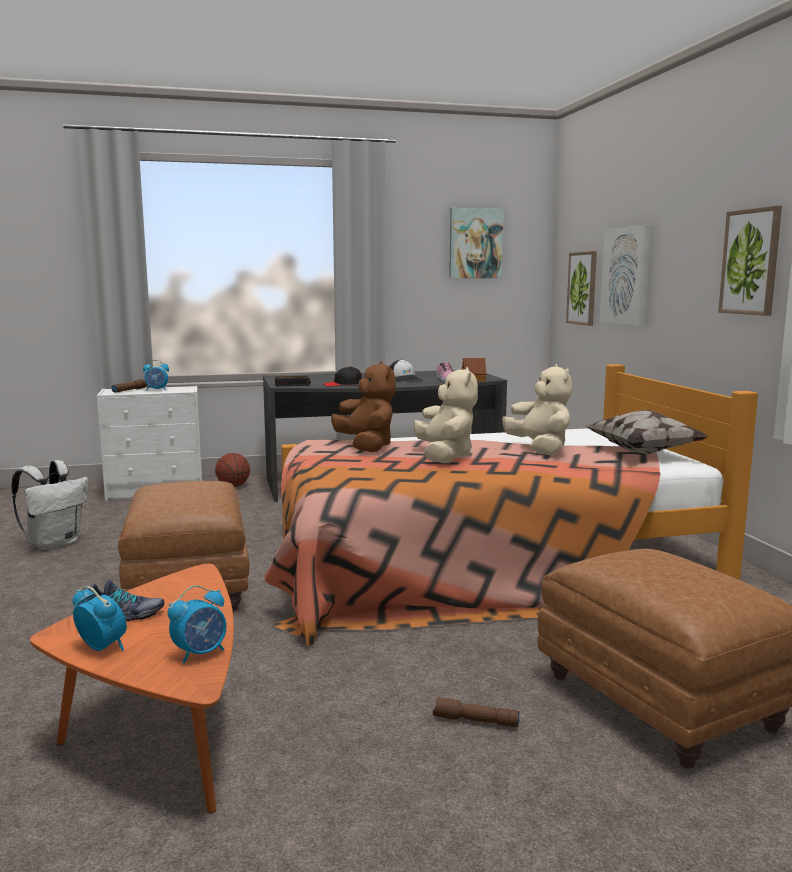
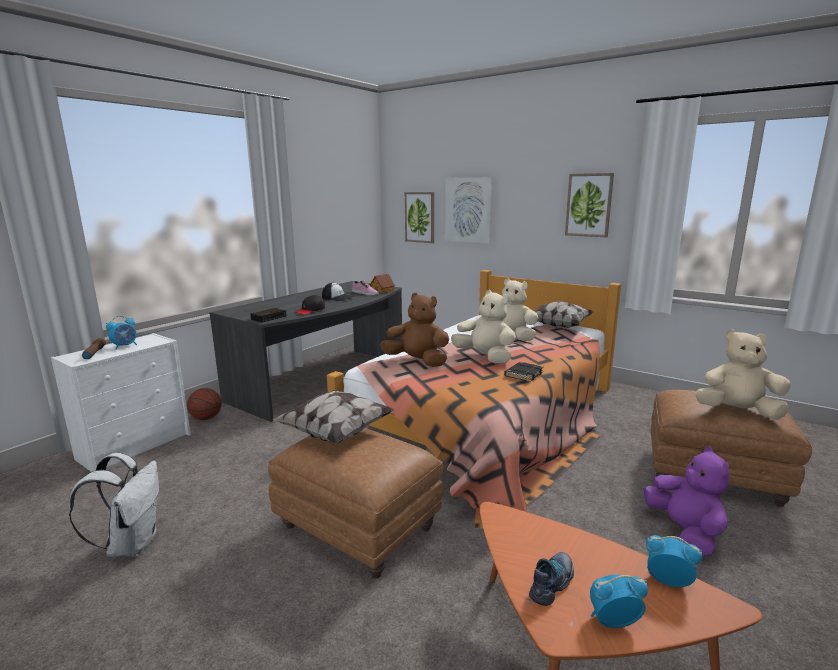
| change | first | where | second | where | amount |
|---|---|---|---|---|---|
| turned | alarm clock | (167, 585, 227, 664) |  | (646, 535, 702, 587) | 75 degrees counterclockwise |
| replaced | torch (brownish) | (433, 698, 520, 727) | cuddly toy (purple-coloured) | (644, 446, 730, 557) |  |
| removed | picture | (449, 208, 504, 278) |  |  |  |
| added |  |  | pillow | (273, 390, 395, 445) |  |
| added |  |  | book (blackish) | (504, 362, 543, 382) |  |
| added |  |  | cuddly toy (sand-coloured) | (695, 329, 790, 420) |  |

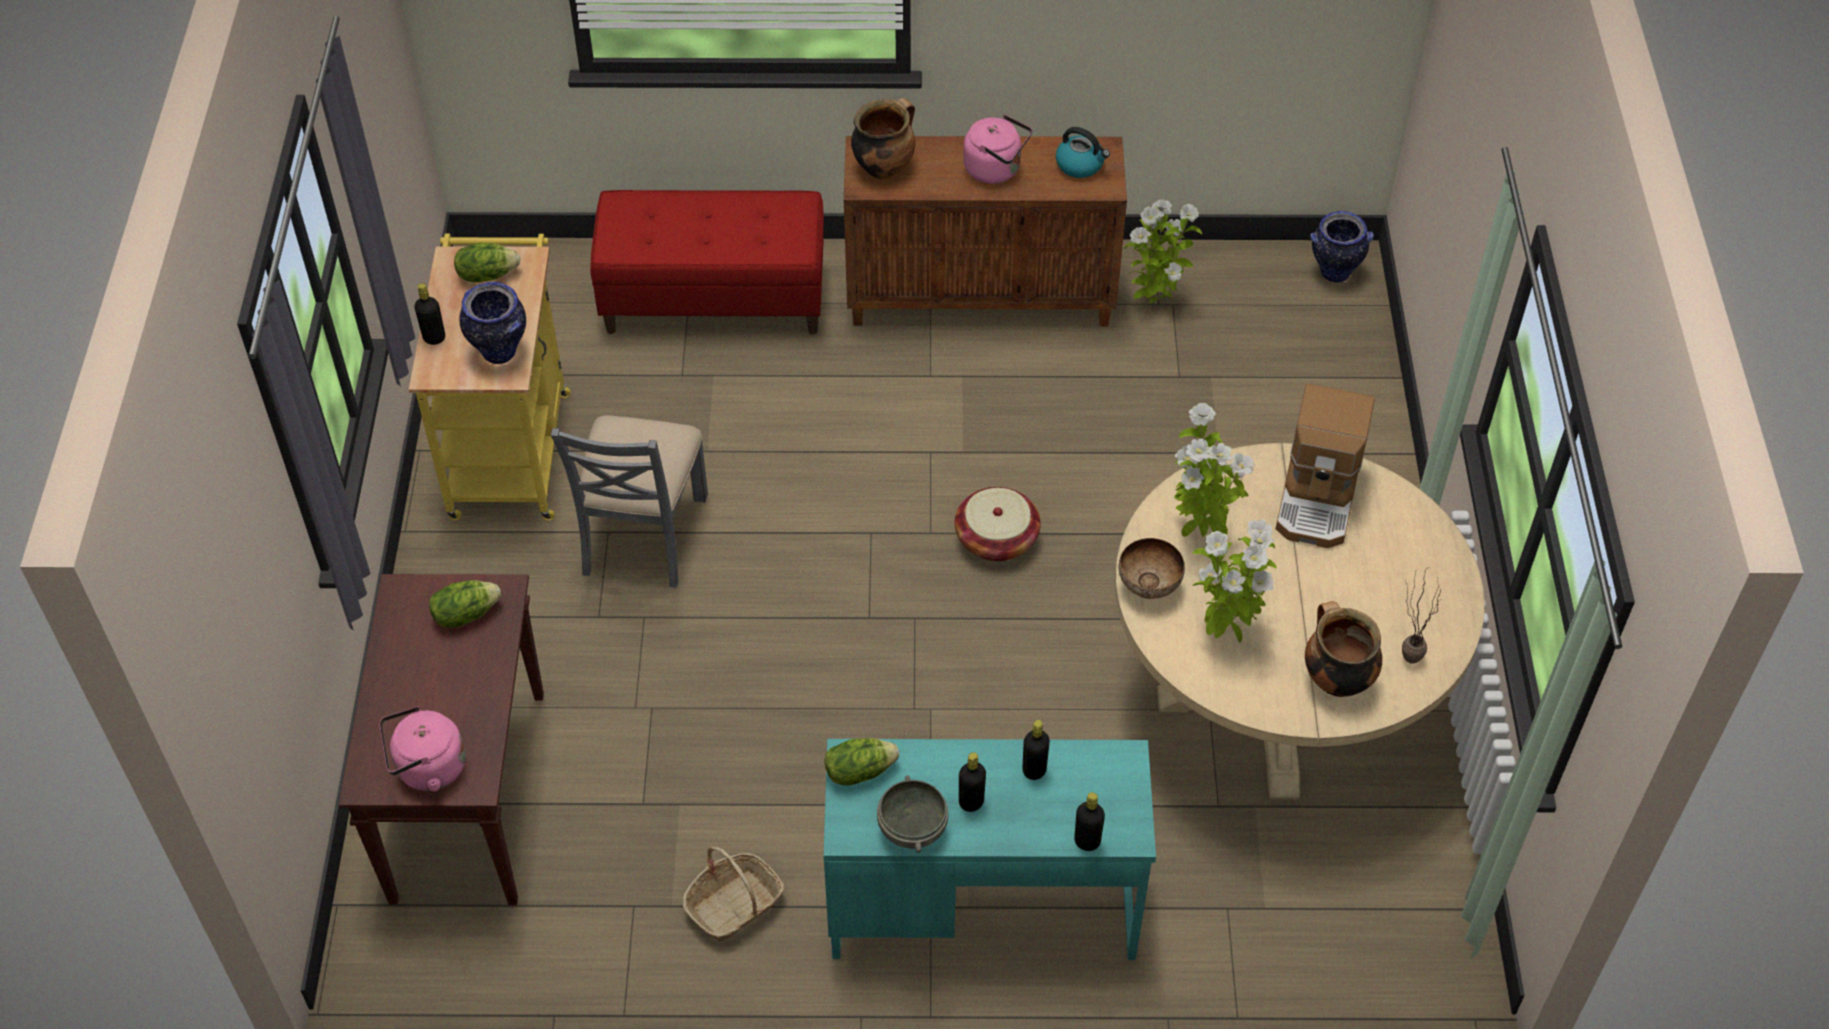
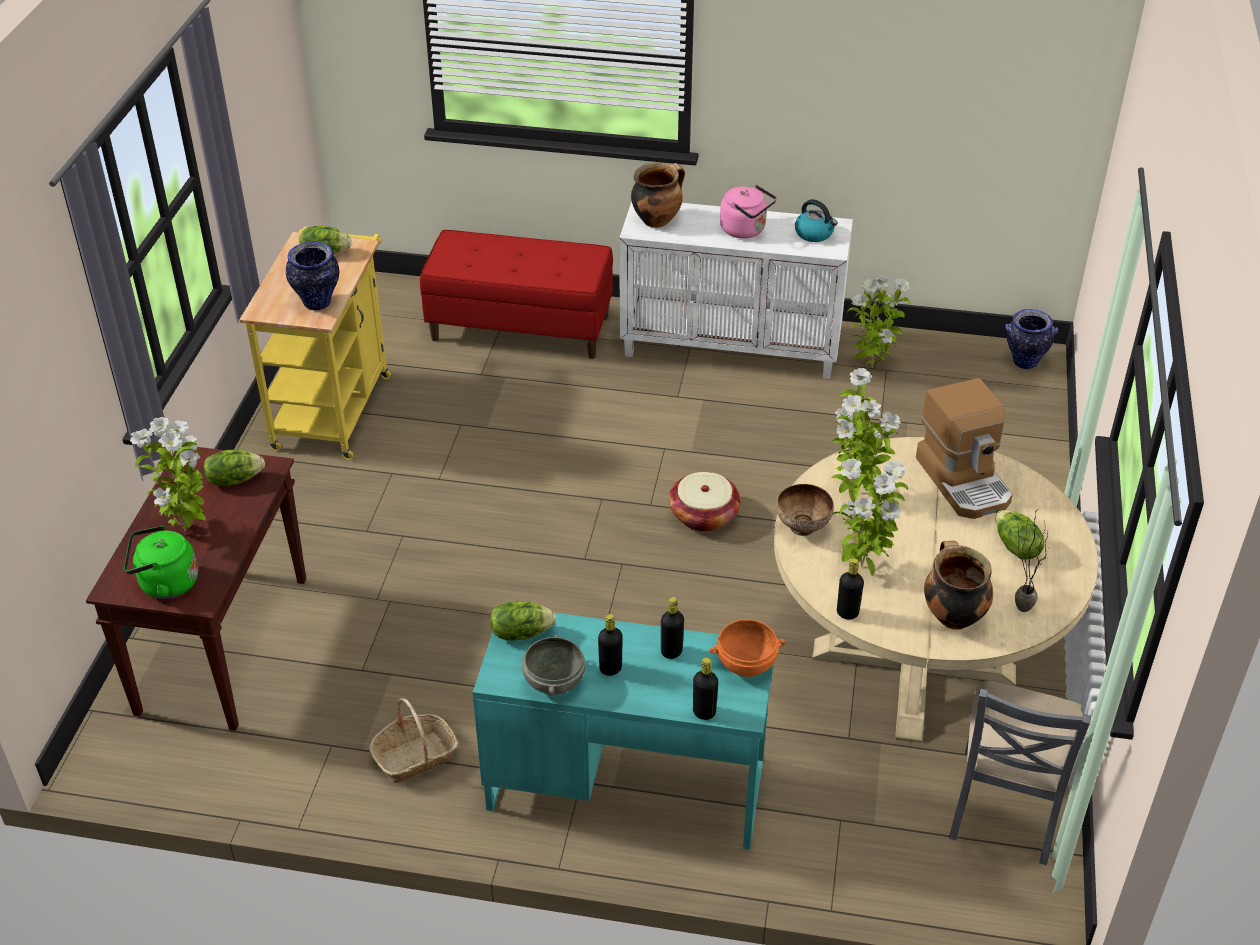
| change | first | where | second | where | amount |
|---|---|---|---|---|---|
| recoloured | kettle (pink) | (380, 706, 465, 792) | kettle (greenish) | (124, 526, 198, 599) |  |
| moved | bottle (blackish) | (414, 283, 445, 345) |  | (837, 558, 864, 620) |  |
| moved | upright chair (grey) | (551, 415, 708, 588) |  | (949, 681, 1091, 865) |  |
| recoloured | cupboard (brownish) | (844, 136, 1127, 326) | cupboard (white) | (619, 202, 853, 379) |  |
| turned | coffee machine | (1275, 384, 1375, 548) |  | (916, 378, 1013, 519) | 45 degrees counterclockwise |
| added |  |  | houseplant | (130, 417, 206, 531) |  |
| added |  |  | bowl (orangey) | (710, 620, 785, 677) |  |
| added |  |  | head of lettuce | (996, 510, 1044, 560) |  |

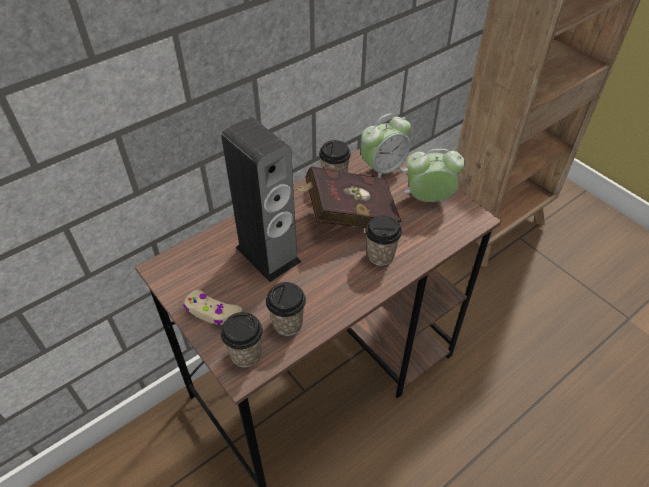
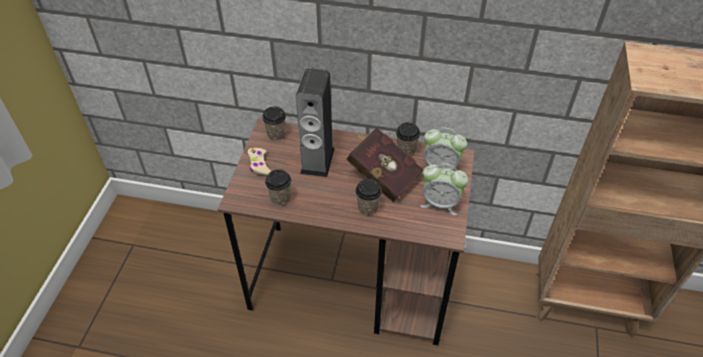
| change | first | where | second | where | amount |
|---|---|---|---|---|---|
| moved | cup | (221, 312, 263, 367) |  | (262, 106, 286, 141) |  |
| turned | alarm clock | (404, 149, 465, 202) |  | (420, 163, 468, 216) | 150 degrees clockwise |

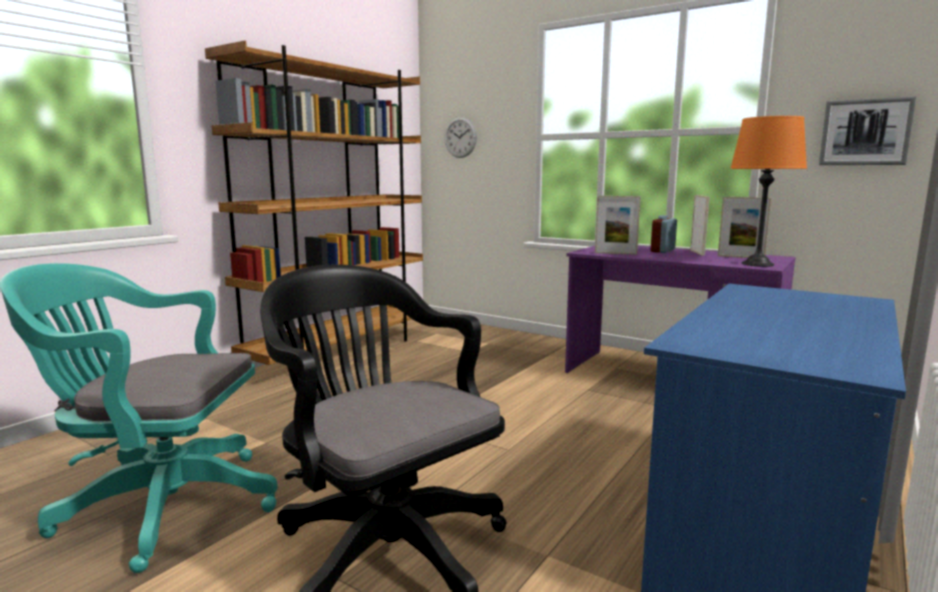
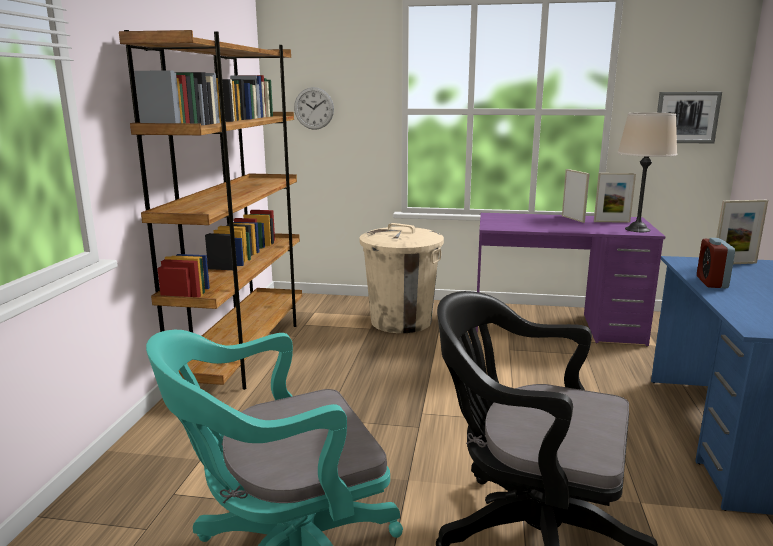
| change | first | where | second | where | amount |
|---|---|---|---|---|---|
| moved | photo frame | (595, 196, 641, 255) |  | (717, 200, 768, 264) |  |
| moved | alarm clock | (651, 215, 677, 253) |  | (697, 238, 735, 288) |  |
| recoloured | lamp for a table (orangey) | (730, 116, 807, 267) | lamp for a table (sand-coloured) | (617, 112, 677, 232) |  |
| added |  |  | waste bin (sand-coloured) | (359, 223, 444, 333) |  |

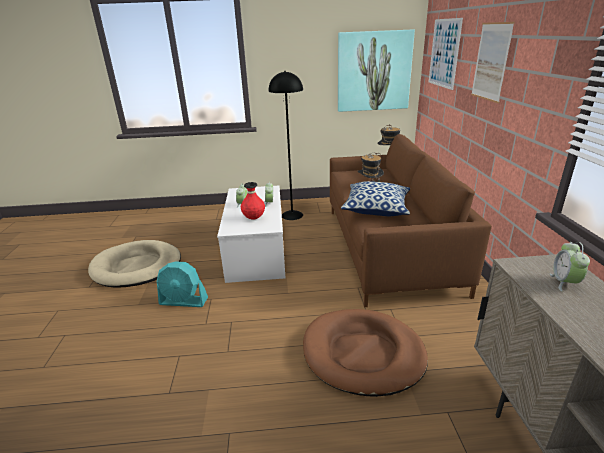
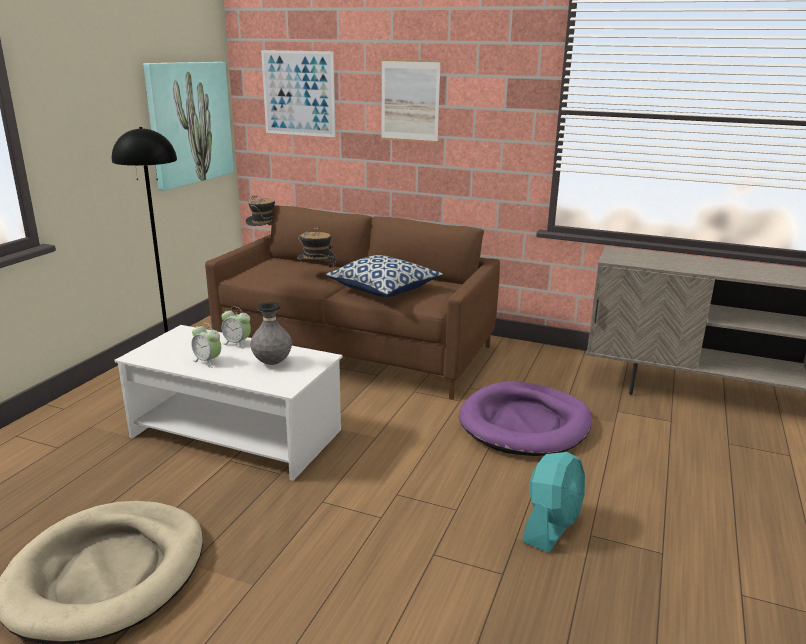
| change | first | where | second | where | amount |
|---|---|---|---|---|---|
| moved | electric fan (blue-green) | (157, 262, 208, 307) |  | (523, 452, 585, 553) |  |
| recoloured | decorative vase (red-coloured) | (241, 182, 265, 220) | decorative vase (grey) | (250, 302, 292, 365) |  |
| recoloured | dog cushion (brownish) | (303, 309, 428, 397) | dog cushion (purple-coloured) | (459, 381, 592, 456) |  |
| removed | alarm clock | (550, 242, 590, 291) |  |  |  |

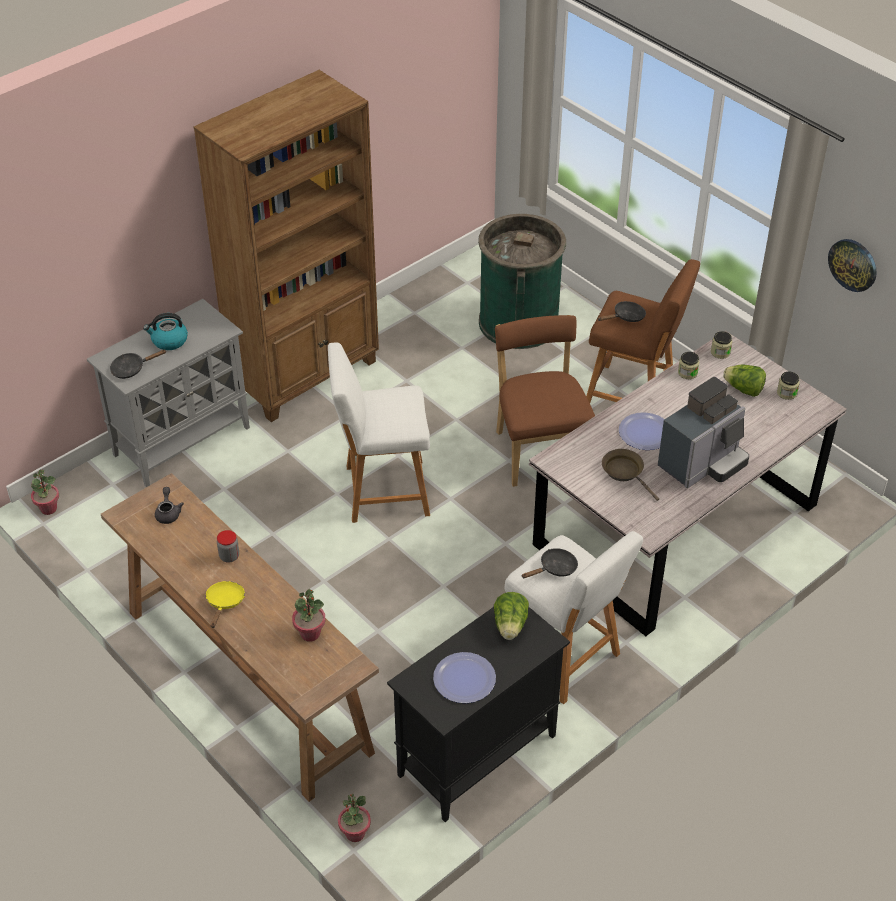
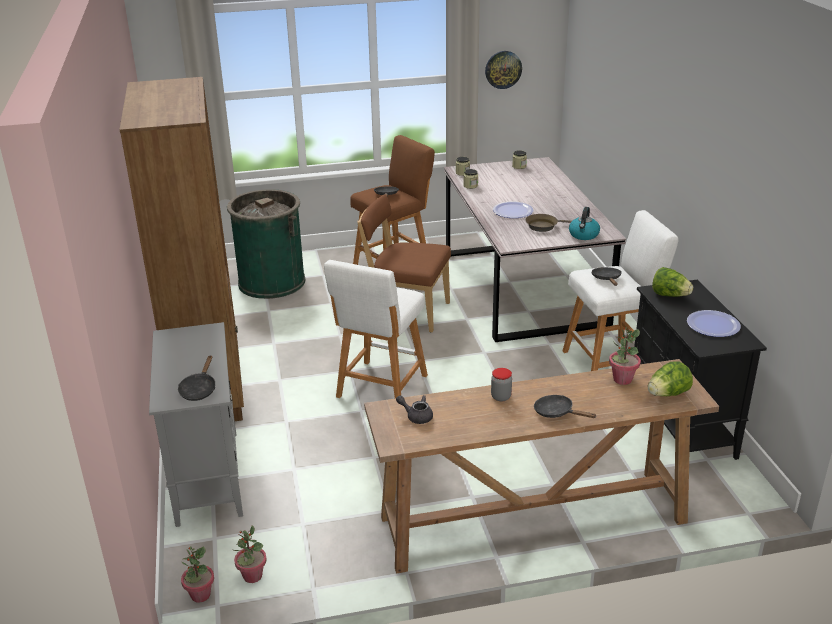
| change | first | where | second | where | amount |
|---|---|---|---|---|---|
| moved | kettle | (143, 313, 188, 350) |  | (569, 207, 600, 240) |  |
| recoloured | pan (yellowish) | (206, 581, 245, 628) | pan (blackish) | (534, 395, 597, 418) |  |
| moved | houseplant | (338, 794, 371, 842) |  | (234, 525, 267, 583) |  |
| removed | coffee machine | (658, 377, 749, 488) |  |  |  |
| moved | head of lettuce | (723, 365, 766, 397) |  | (648, 361, 693, 396) |  |

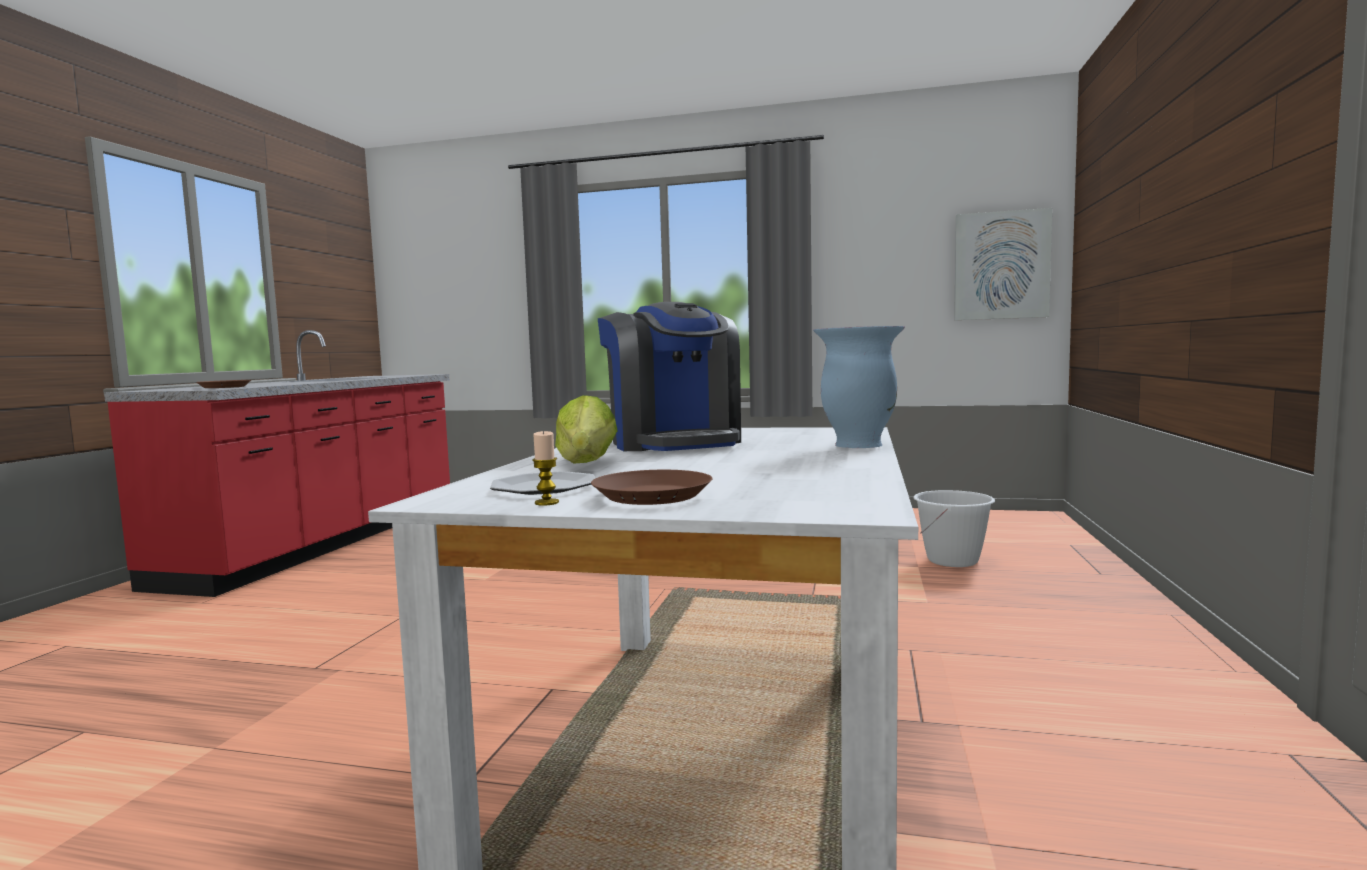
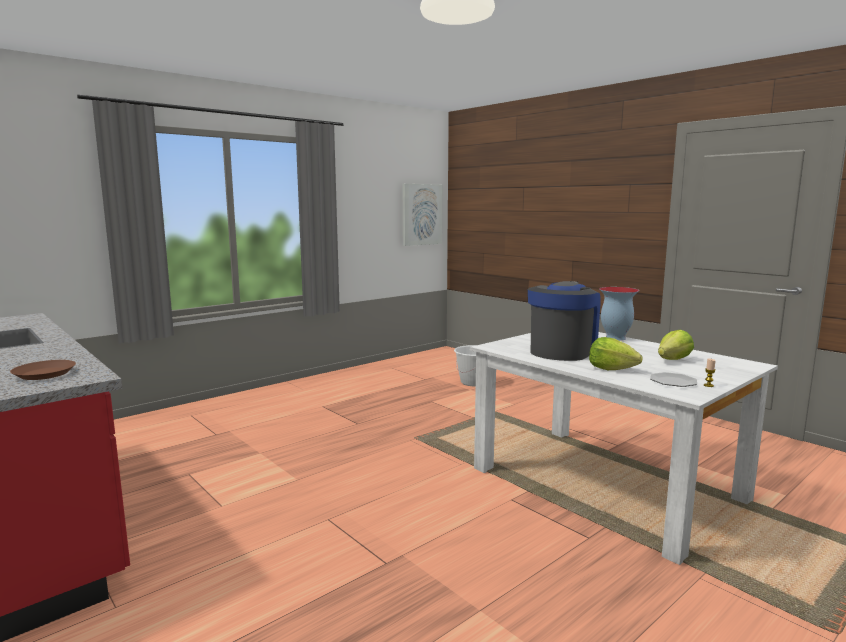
| change | first | where | second | where | amount |
|---|---|---|---|---|---|
| removed | plate (brownish) | (591, 470, 713, 505) |  |  |  |
| turned | coffee machine | (598, 302, 741, 451) |  | (528, 281, 601, 361) | 75 degrees counterclockwise |
| added |  |  | head of lettuce | (658, 330, 694, 360) |  |

